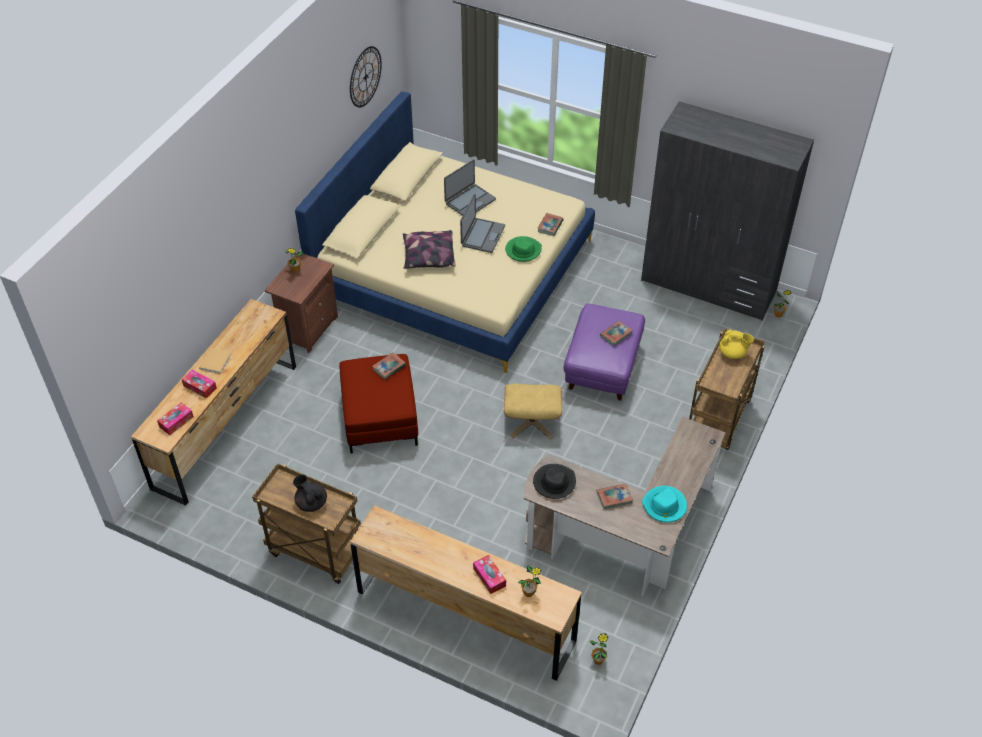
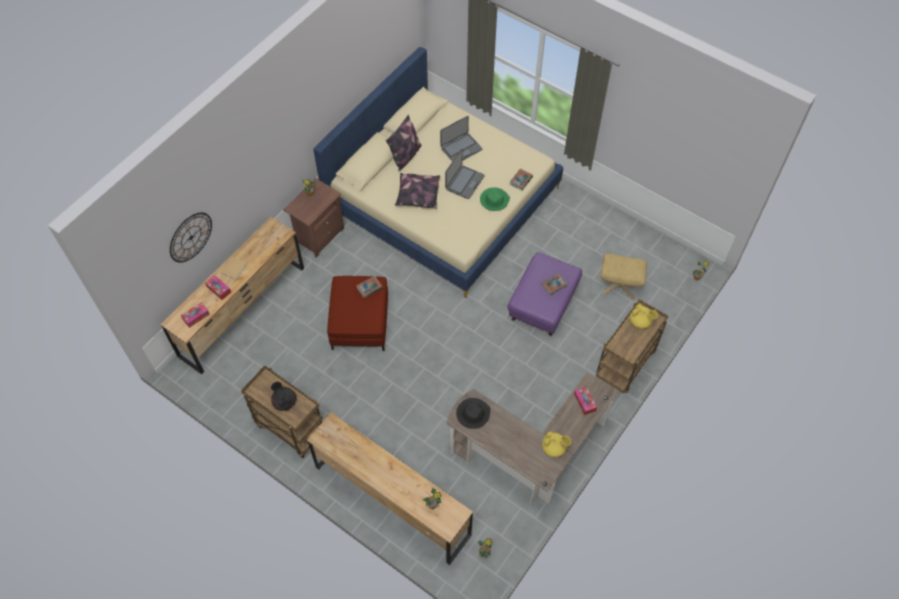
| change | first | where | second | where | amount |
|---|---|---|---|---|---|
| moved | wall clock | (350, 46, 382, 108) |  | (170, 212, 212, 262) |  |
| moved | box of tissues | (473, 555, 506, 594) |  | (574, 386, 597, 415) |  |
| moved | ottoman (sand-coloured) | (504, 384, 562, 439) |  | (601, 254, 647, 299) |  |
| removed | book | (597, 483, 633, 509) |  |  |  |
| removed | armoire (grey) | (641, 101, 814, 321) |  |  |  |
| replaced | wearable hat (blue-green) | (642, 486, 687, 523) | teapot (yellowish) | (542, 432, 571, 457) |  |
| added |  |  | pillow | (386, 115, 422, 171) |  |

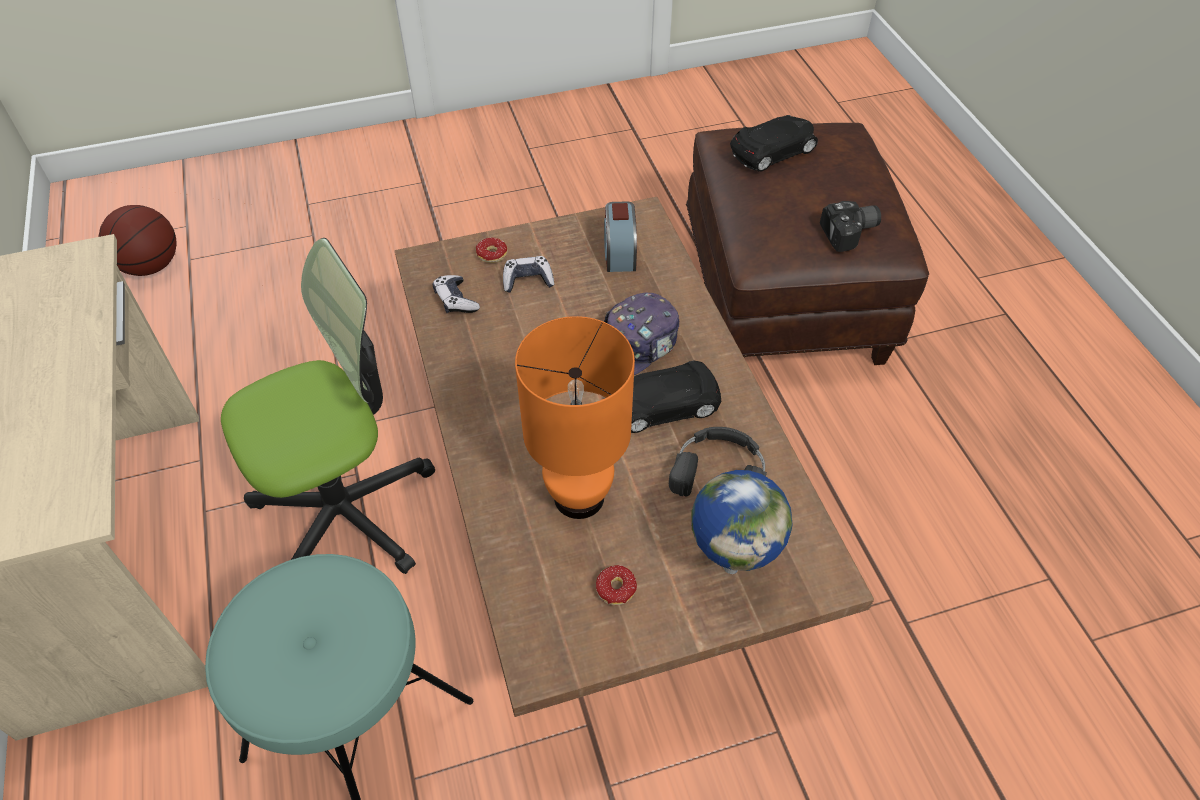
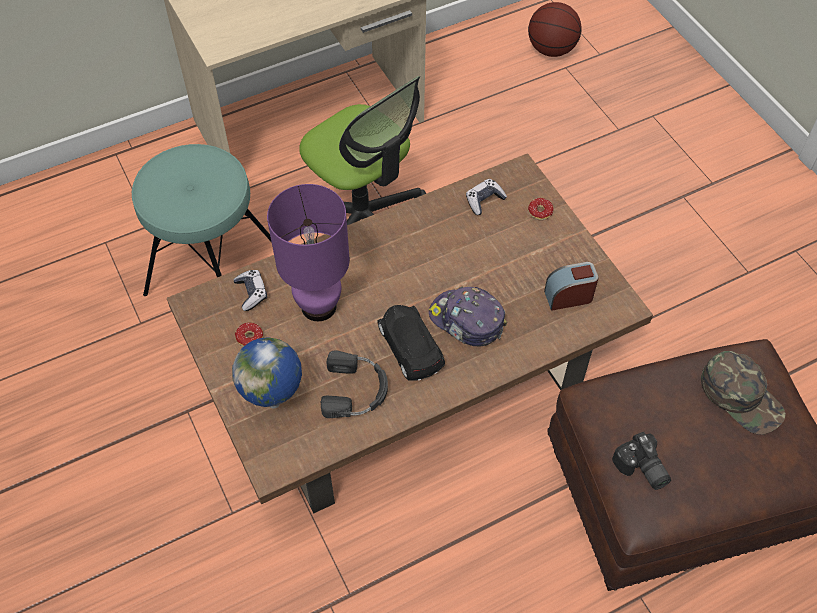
| change | first | where | second | where | amount |
|---|---|---|---|---|---|
| moved | joypad | (503, 256, 554, 293) |  | (233, 270, 267, 311) |  |
| recoloured | lamp for a table (orangey) | (515, 316, 635, 519) | lamp for a table (purple-coloured) | (267, 184, 350, 321) |  |
| replaced | toy car (blackish) | (730, 115, 818, 171) | peaked cap (greenish) | (701, 351, 786, 435) |  |

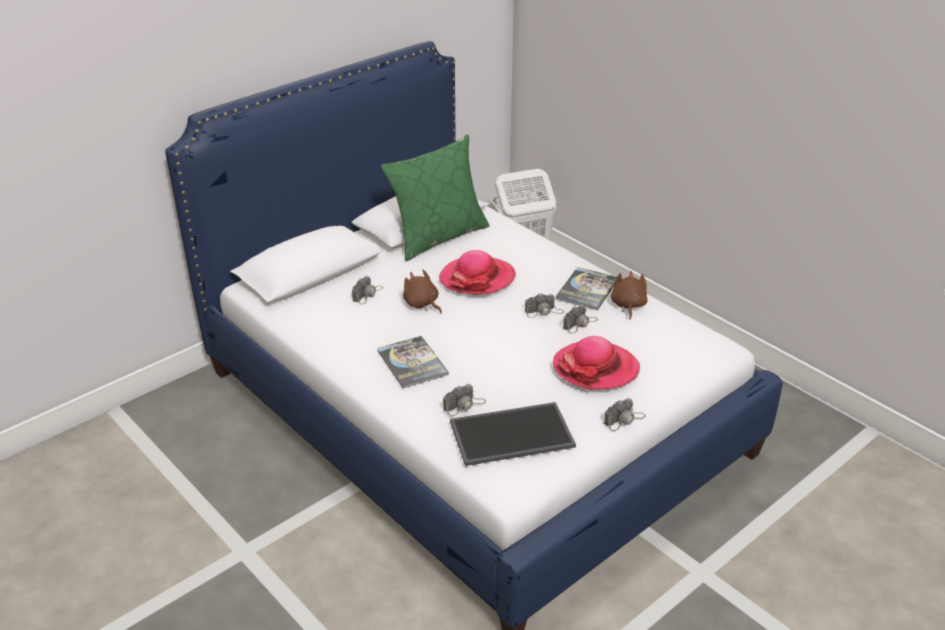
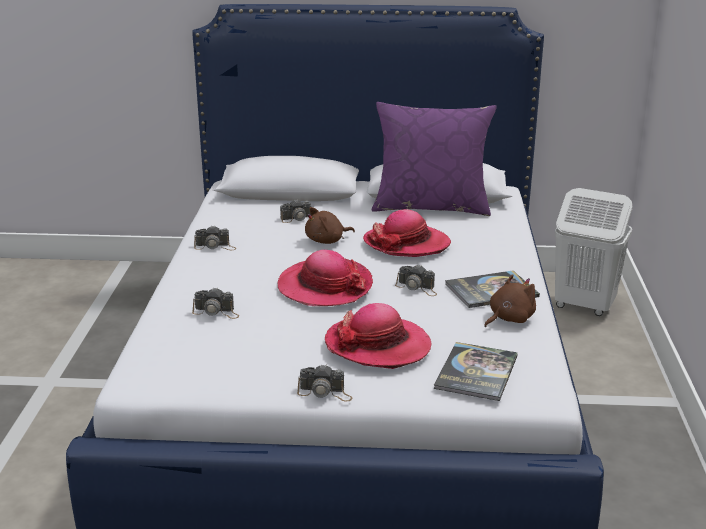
| change | first | where | second | where | amount |
|---|---|---|---|---|---|
| moved | book | (377, 336, 449, 388) |  | (434, 342, 518, 401) |  |
| recoloured | pillow (greenish) | (381, 134, 490, 261) | pillow (purple-coloured) | (372, 102, 497, 216) |  |
| turned | cuddly toy (brownish) | (403, 270, 442, 314) |  | (305, 207, 355, 244) | 120 degrees counterclockwise |
| removed | tray | (450, 402, 576, 466) |  |  |  |
| moved | photo camera | (563, 305, 598, 334) |  | (194, 226, 236, 250) |  |
| added |  |  | wearable hat | (277, 250, 373, 306) |  |

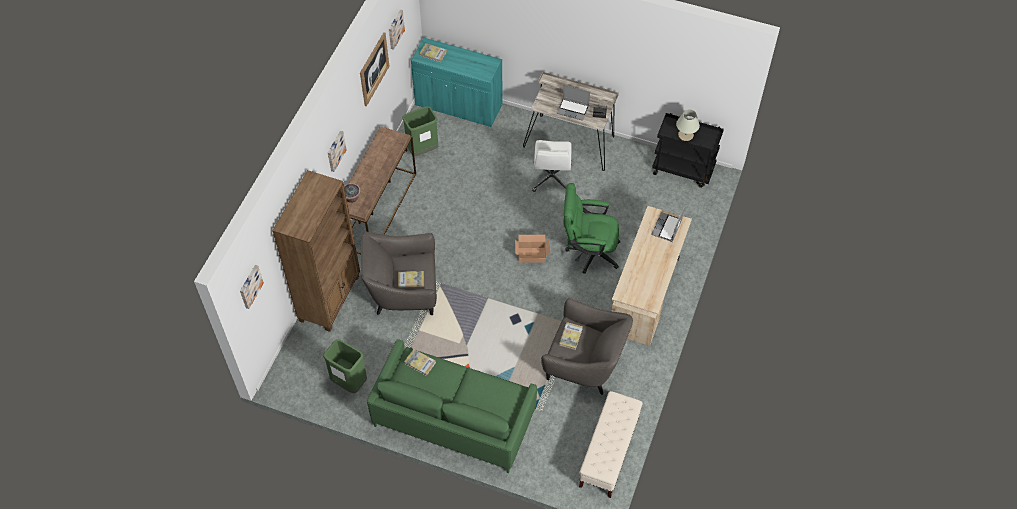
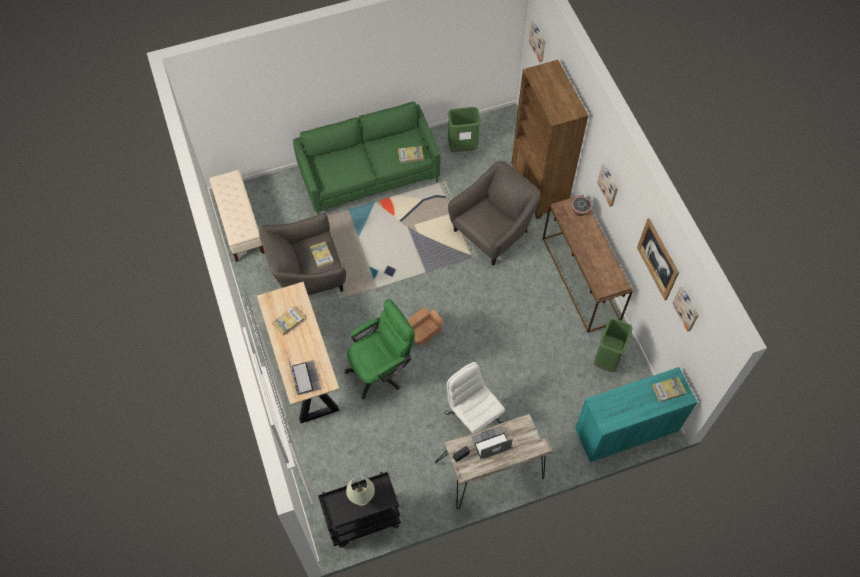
| change | first | where | second | where | amount |
|---|---|---|---|---|---|
| moved | book | (398, 271, 424, 288) |  | (272, 307, 304, 336) |  |

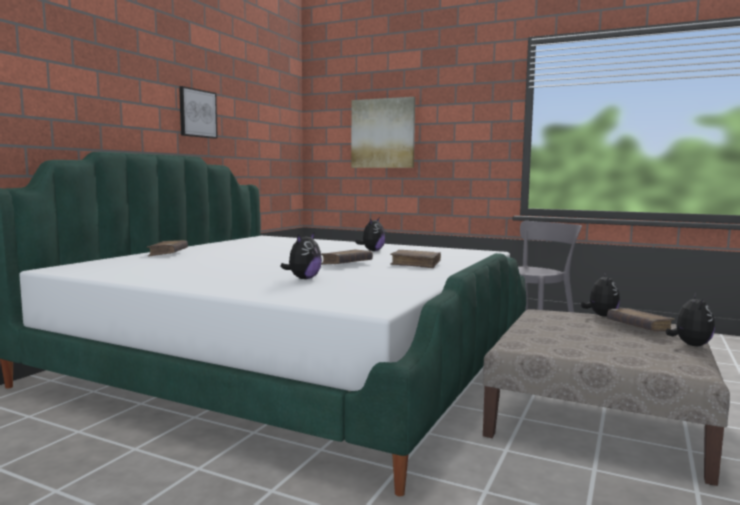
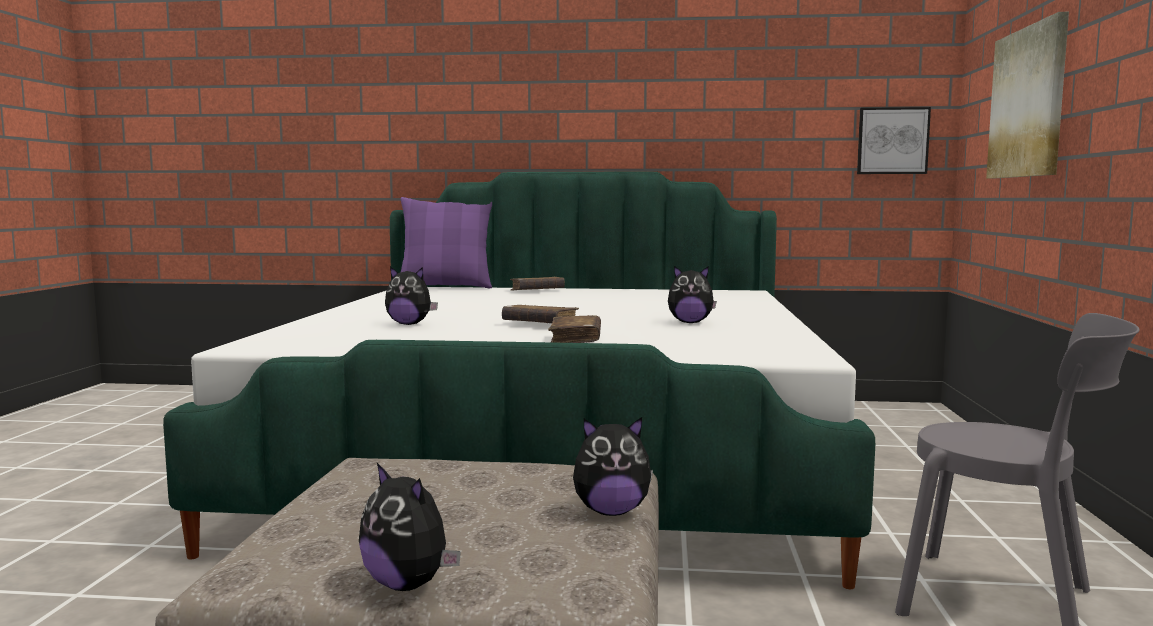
| change | first | where | second | where | amount |
|---|---|---|---|---|---|
| moved | picture | (179, 86, 218, 139) |  | (857, 107, 931, 174) |  |
| removed | book (brownish) | (607, 308, 675, 332) |  |  |  |
| turned | cuddly toy | (666, 293, 715, 346) |  | (359, 463, 461, 591) | 45 degrees clockwise |
| added |  |  | pillow (purple-coloured) | (400, 197, 492, 288) |  |

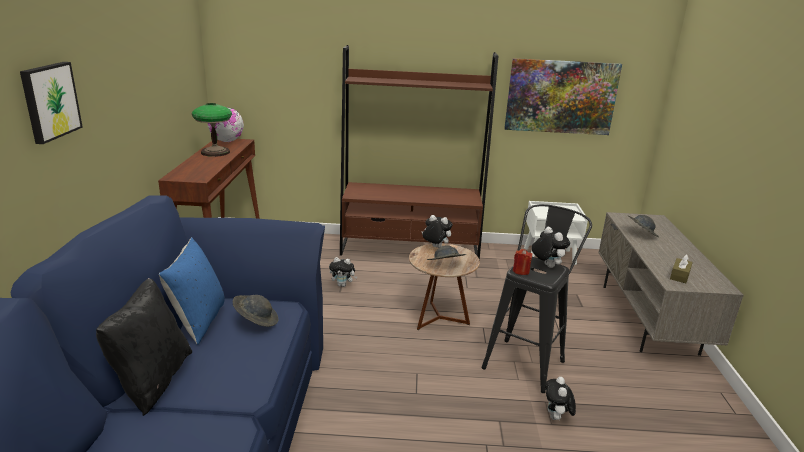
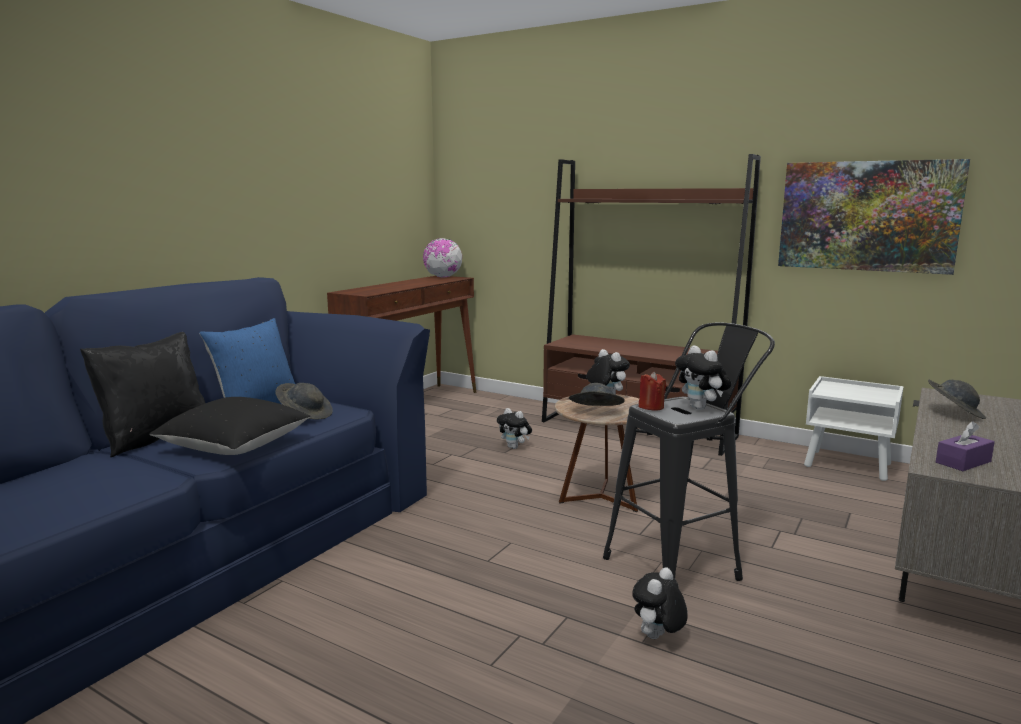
| change | first | where | second | where | amount |
|---|---|---|---|---|---|
| removed | picture | (20, 62, 83, 144) |  |  |  |
| removed | lamp for a table | (192, 103, 232, 157) |  |  |  |
| turned | cuddly toy | (532, 227, 570, 268) |  | (675, 345, 731, 410) | 150 degrees clockwise |
| recoloured | box of tissues (brownish) | (670, 254, 693, 283) | box of tissues (purple-coloured) | (936, 421, 995, 471) |  |
| added |  |  | pillow (blackish) | (149, 397, 311, 455) |  |

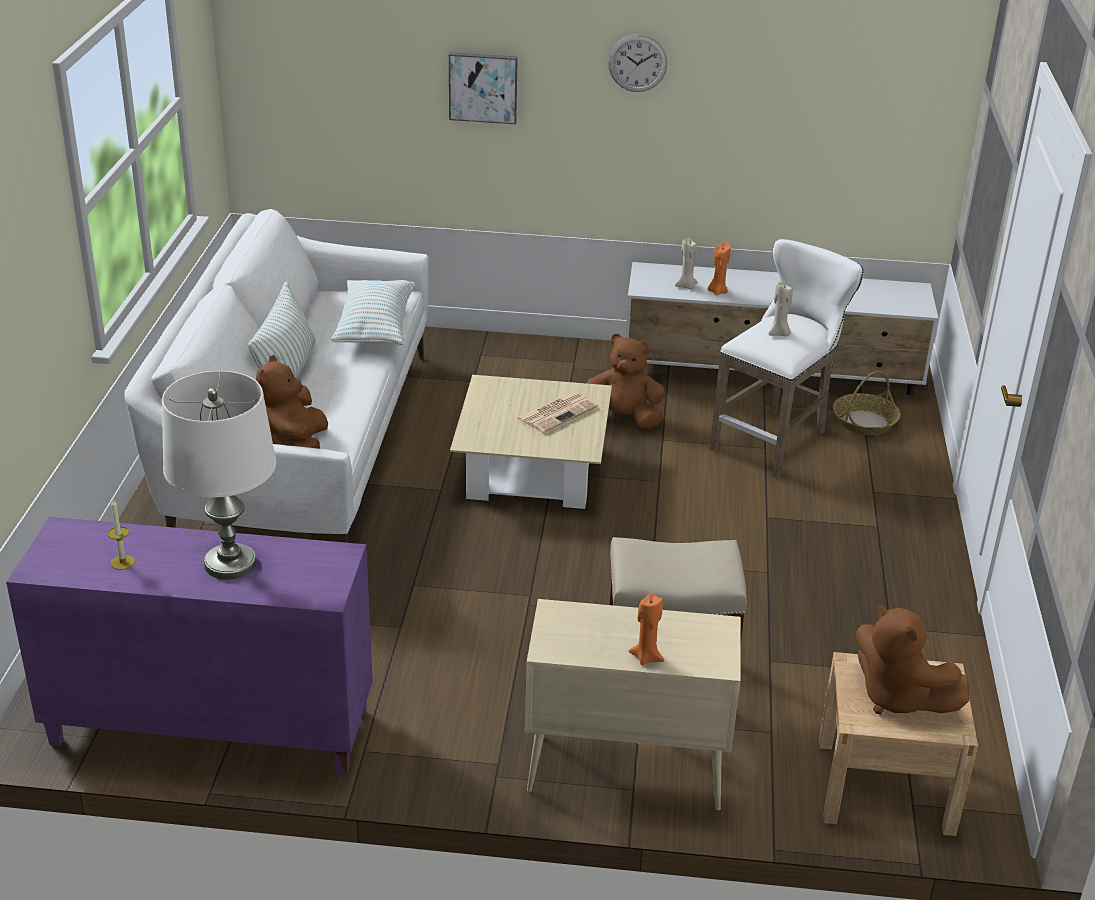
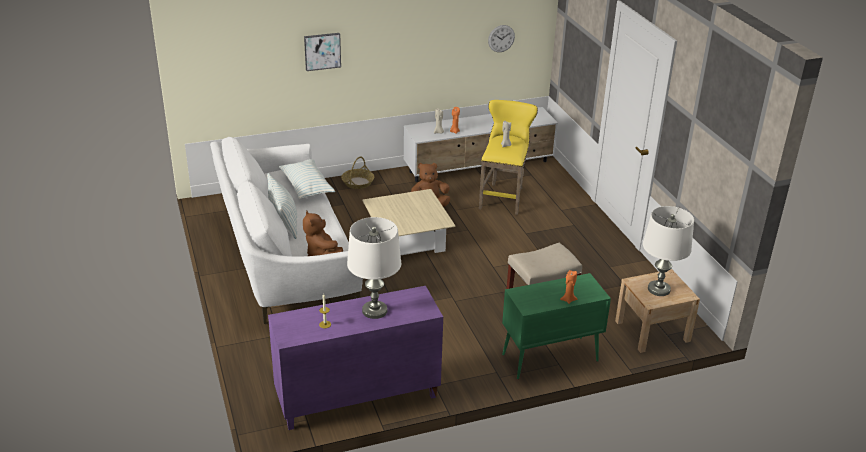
| change | first | where | second | where | amount |
|---|---|---|---|---|---|
| removed | daily paper | (516, 392, 598, 434) |  |  |  |
| recoloured | cupboard (sand-coloured) | (525, 599, 741, 811) | cupboard (greenish) | (502, 273, 611, 379) |  |
| moved | wall clock | (608, 34, 667, 92) |  | (488, 25, 515, 52) |  |
| recoloured | sitting stool (white) | (709, 239, 864, 479) | sitting stool (yellowish) | (479, 100, 538, 215) |  |
| moved | storage basket | (833, 371, 900, 435) |  | (341, 156, 374, 189) |  |
| replaced | cuddly toy (brownish) | (856, 604, 969, 714) | lamp for a table (white) | (643, 206, 694, 296) |  |

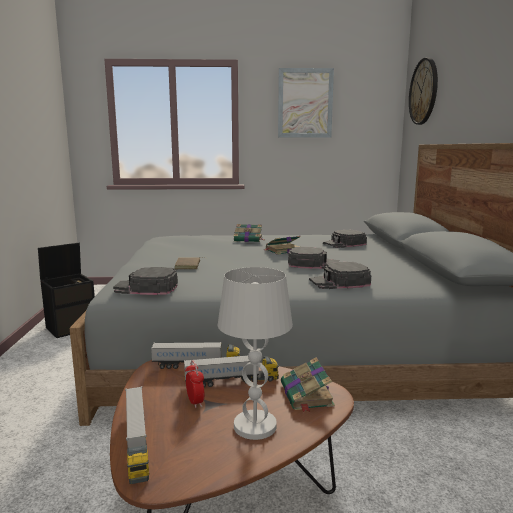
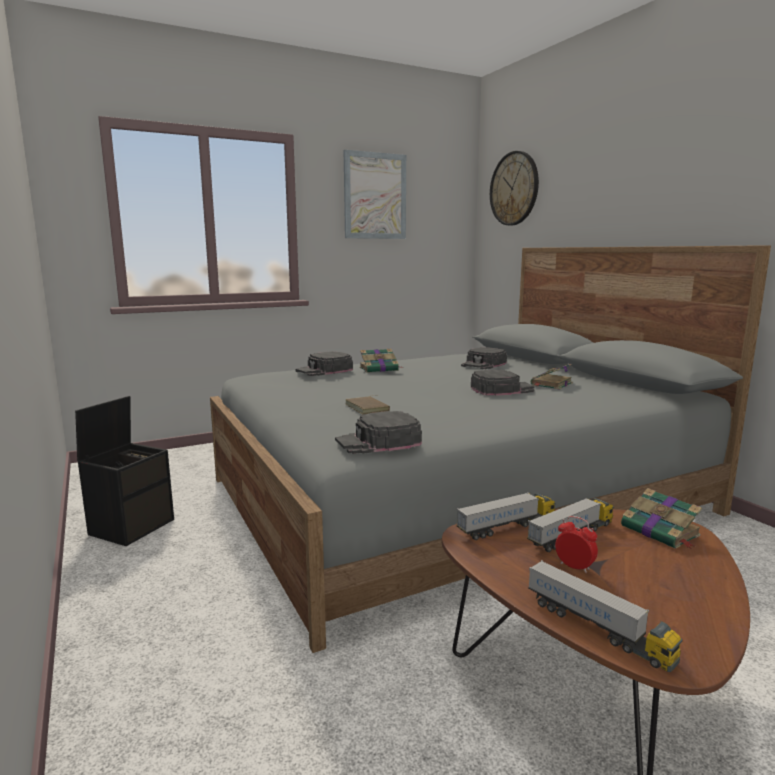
| change | first | where | second | where | amount |
|---|---|---|---|---|---|
| removed | lamp for a table (white) | (217, 267, 293, 440) |  |  |  |
| moved | book | (263, 236, 301, 255) |  | (531, 364, 573, 390) |  |
| moved | peaked cap (blackish) | (309, 262, 371, 289) |  | (296, 351, 353, 376) |  |

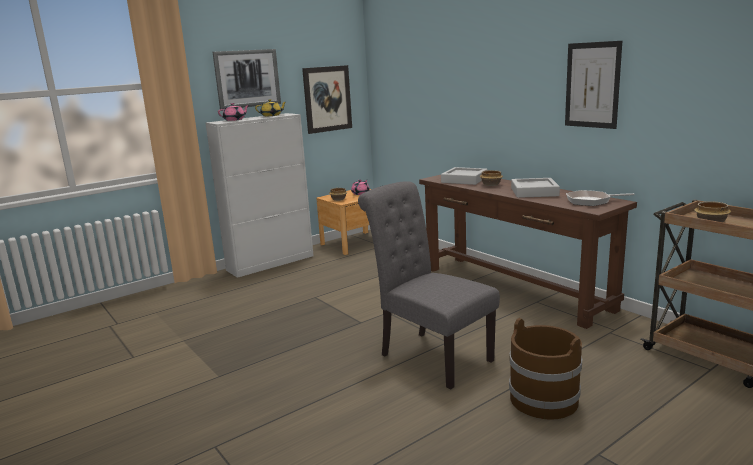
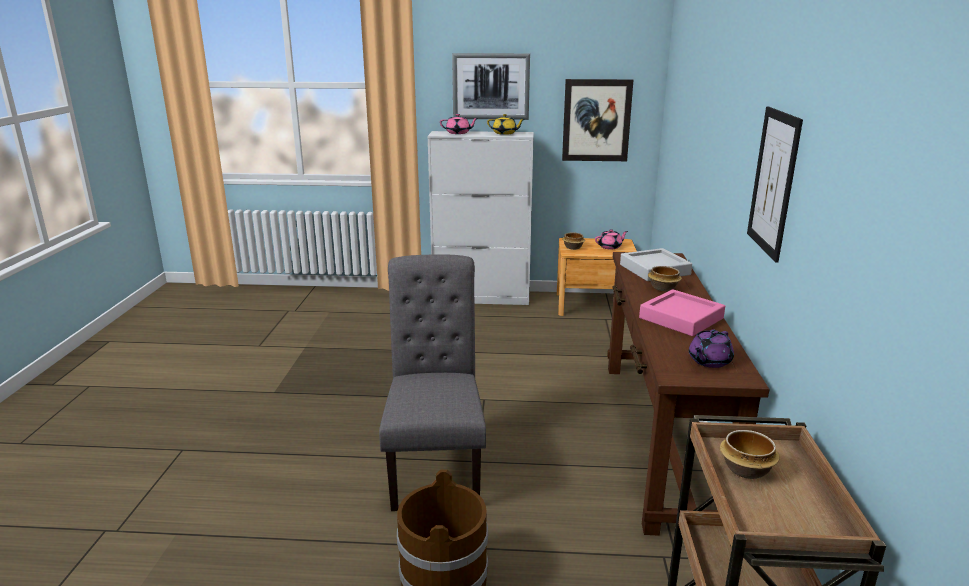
| change | first | where | second | where | amount |
|---|---|---|---|---|---|
| recoloured | tray (grey) | (511, 178, 560, 198) | tray (pink) | (639, 289, 725, 336) |  |
| replaced | pan | (566, 190, 635, 206) | teapot (purple-coloured) | (689, 330, 734, 368) |  |

